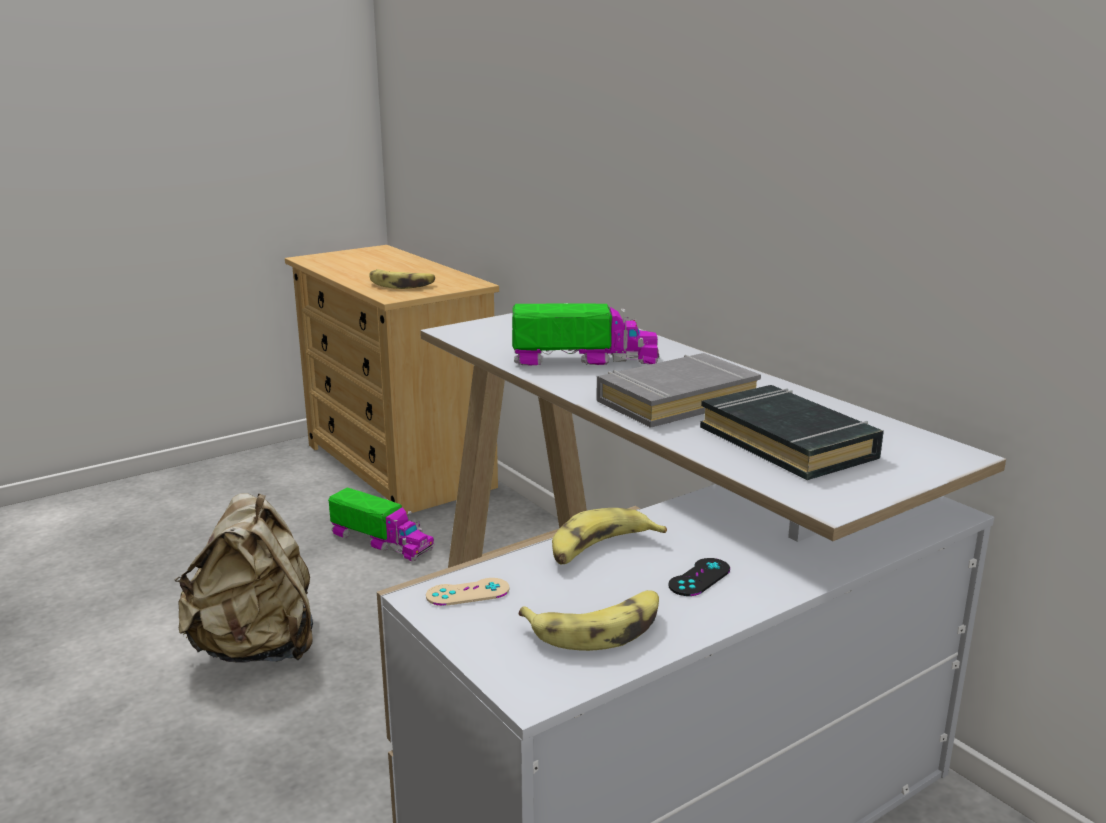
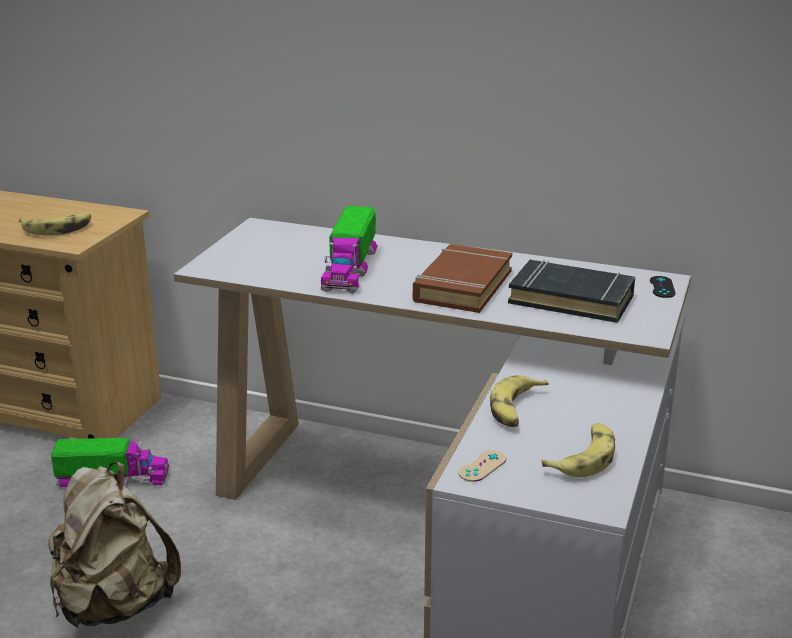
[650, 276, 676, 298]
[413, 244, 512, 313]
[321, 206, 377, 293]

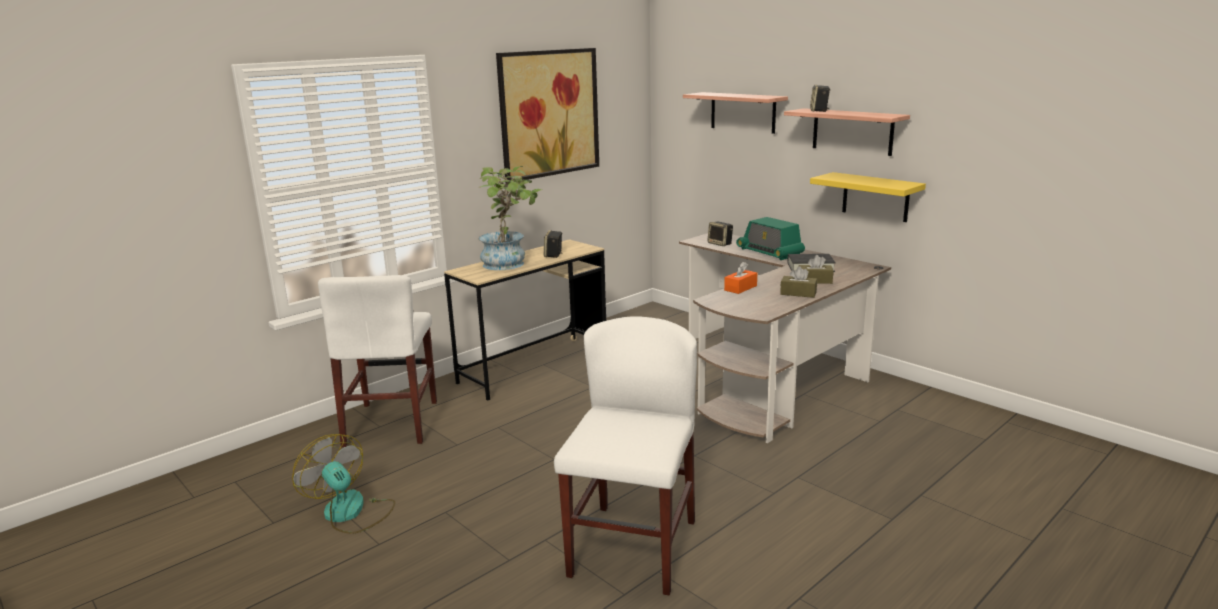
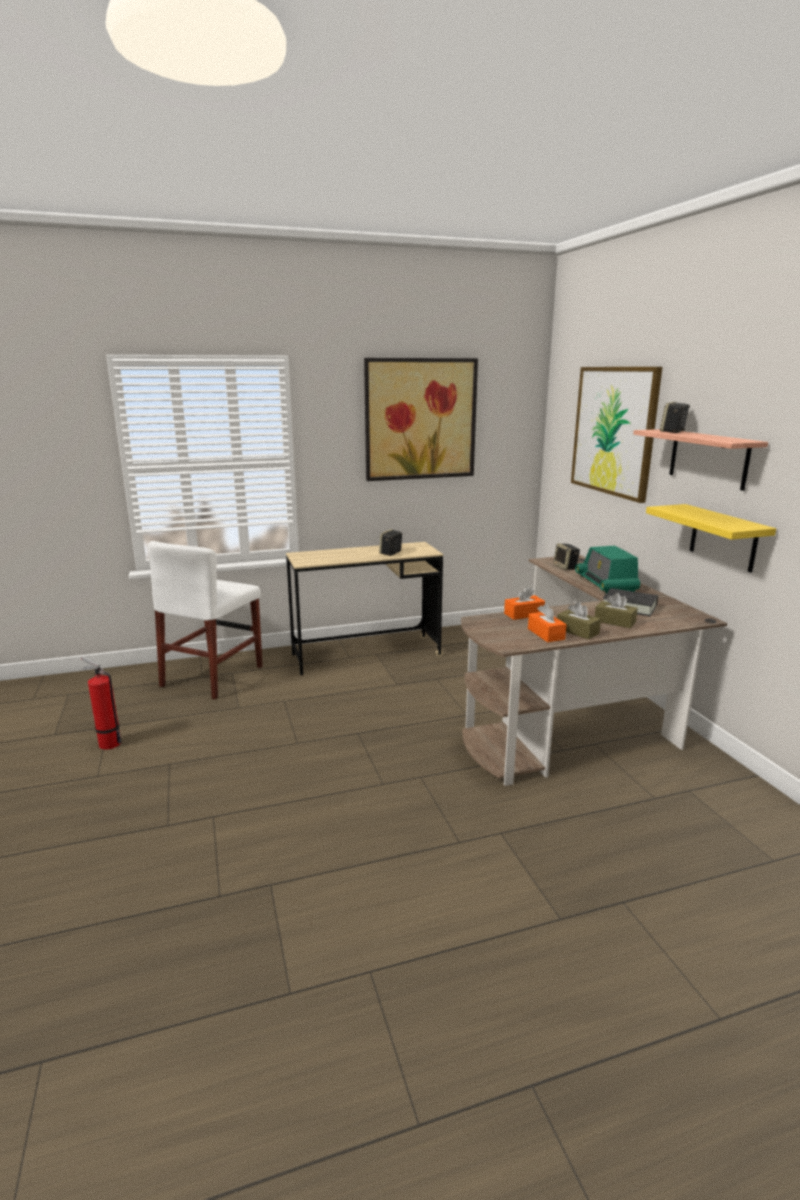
[479, 166, 542, 270] (first image)
[554, 316, 697, 595] (first image)
[528, 604, 567, 642]
[81, 656, 121, 750]
[571, 367, 662, 503]

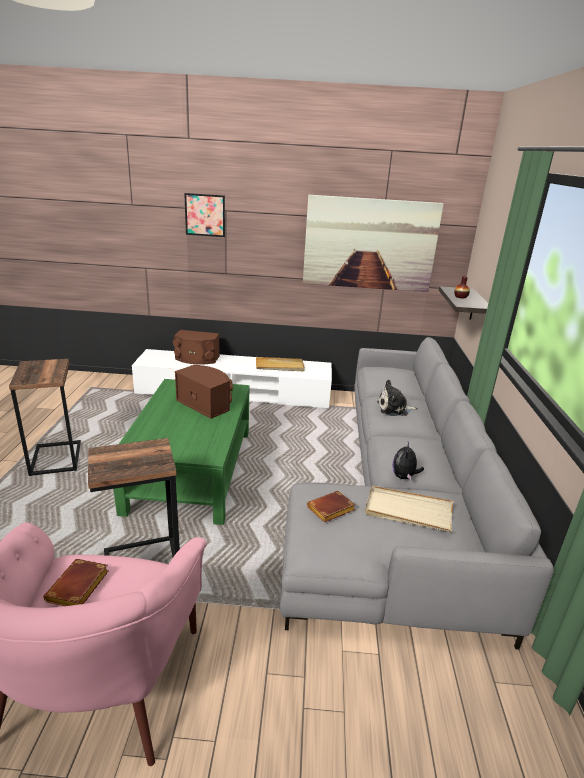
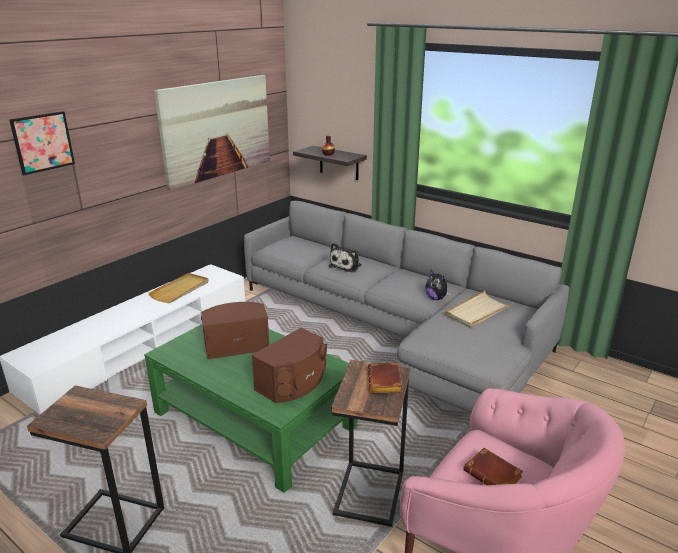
[251, 328, 327, 403]
[368, 362, 402, 394]

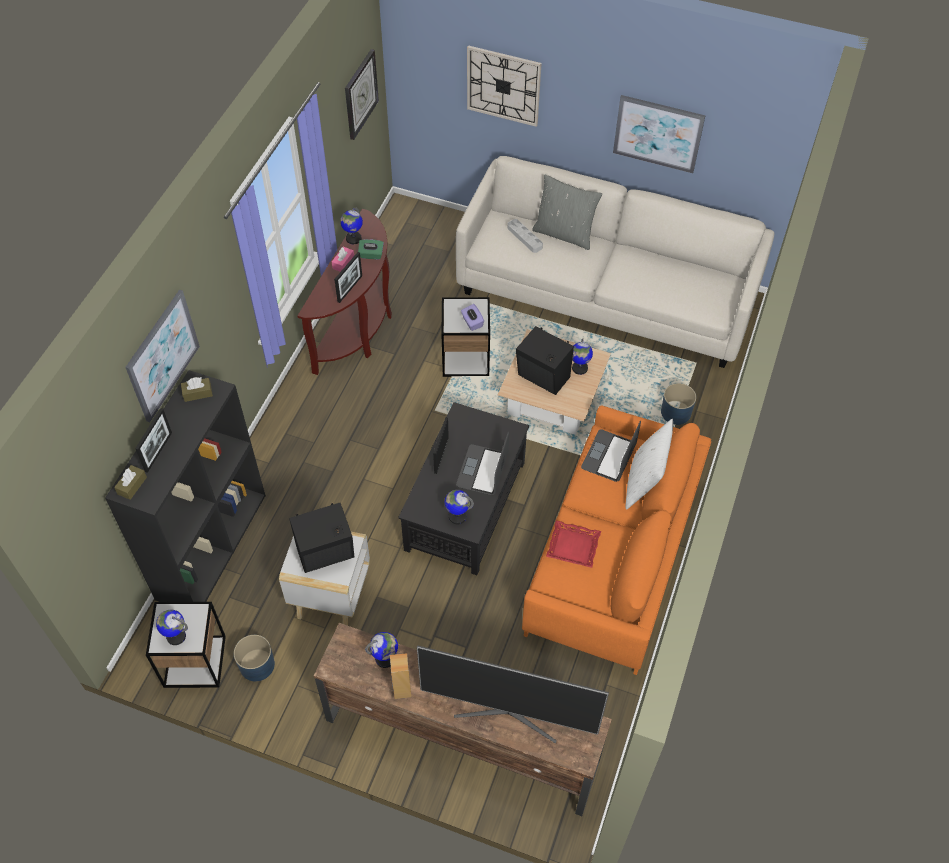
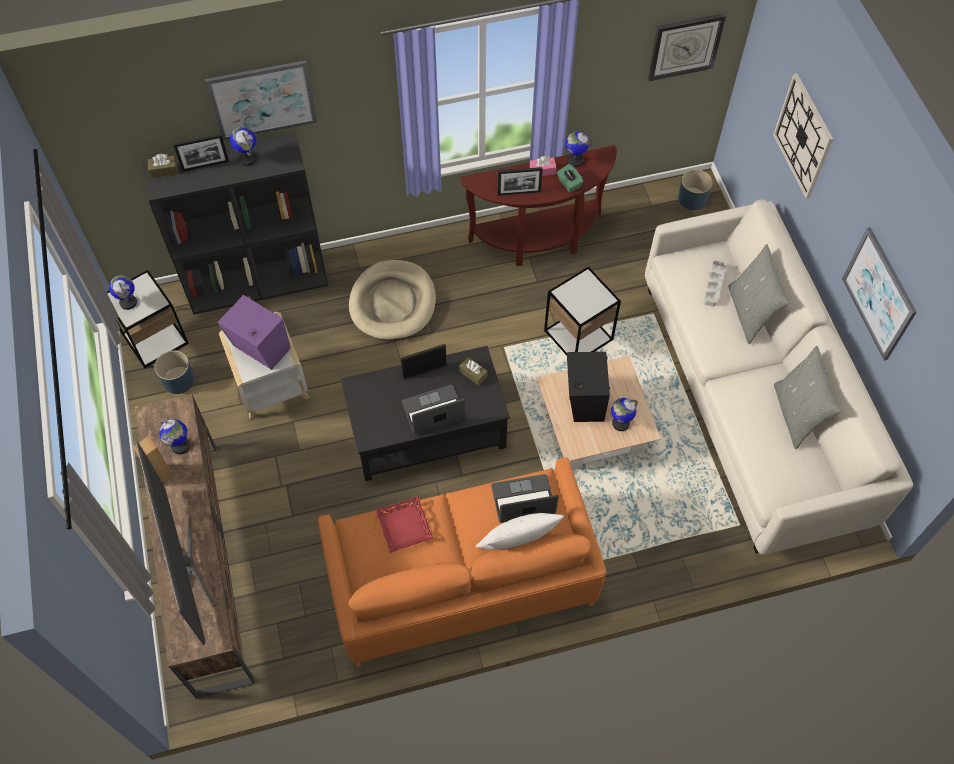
[461, 304, 484, 331] (first image)
[349, 260, 436, 341]
[774, 346, 841, 449]
[459, 357, 488, 386]
[230, 126, 257, 166]
[678, 169, 713, 210]
[218, 295, 291, 370]

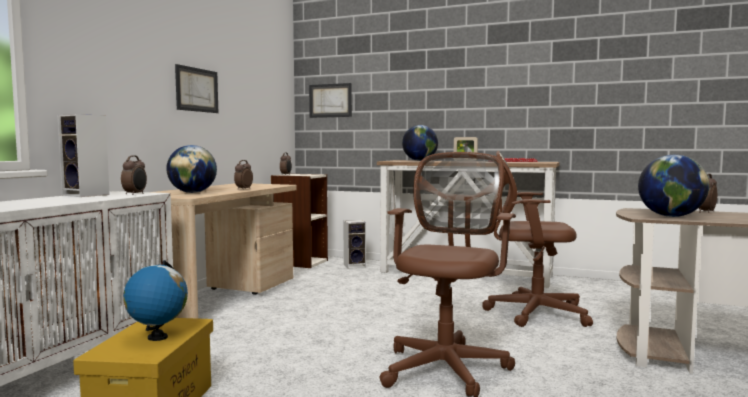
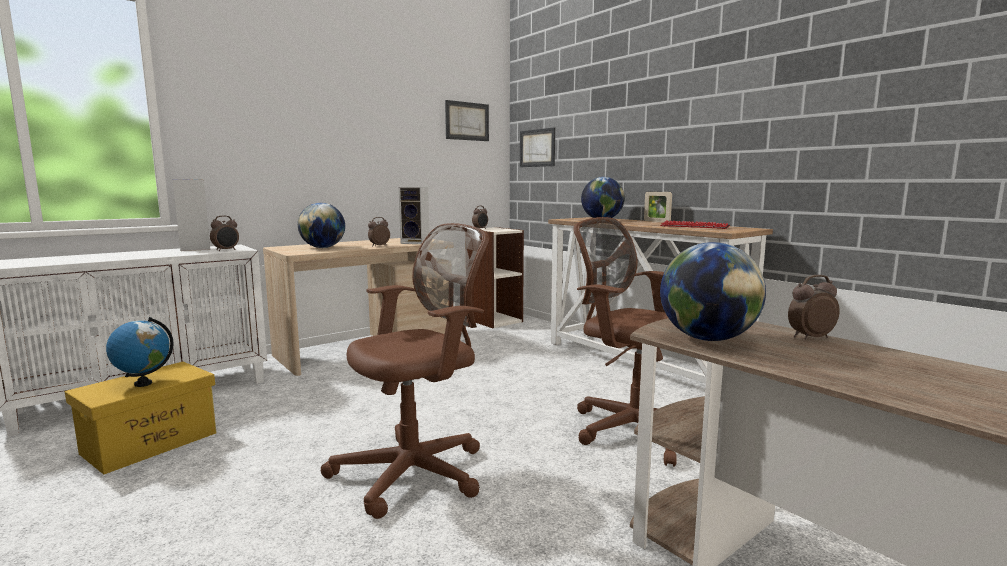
[445, 100, 489, 141]
[399, 187, 429, 244]

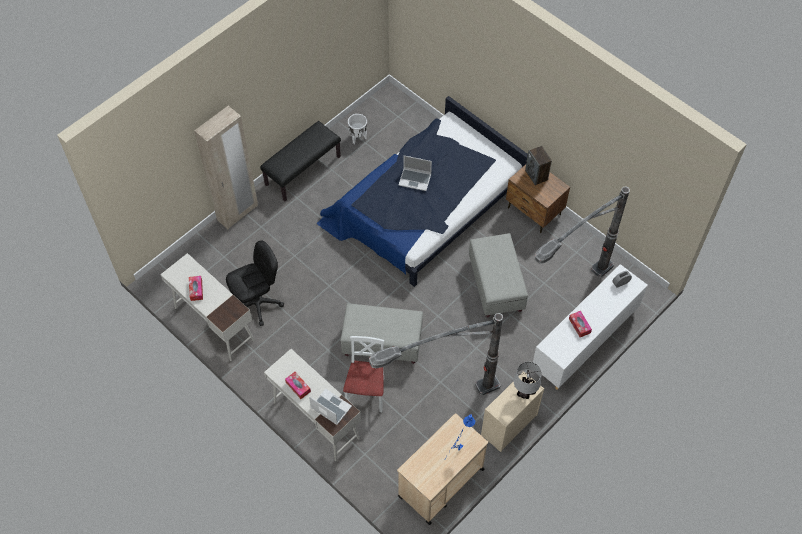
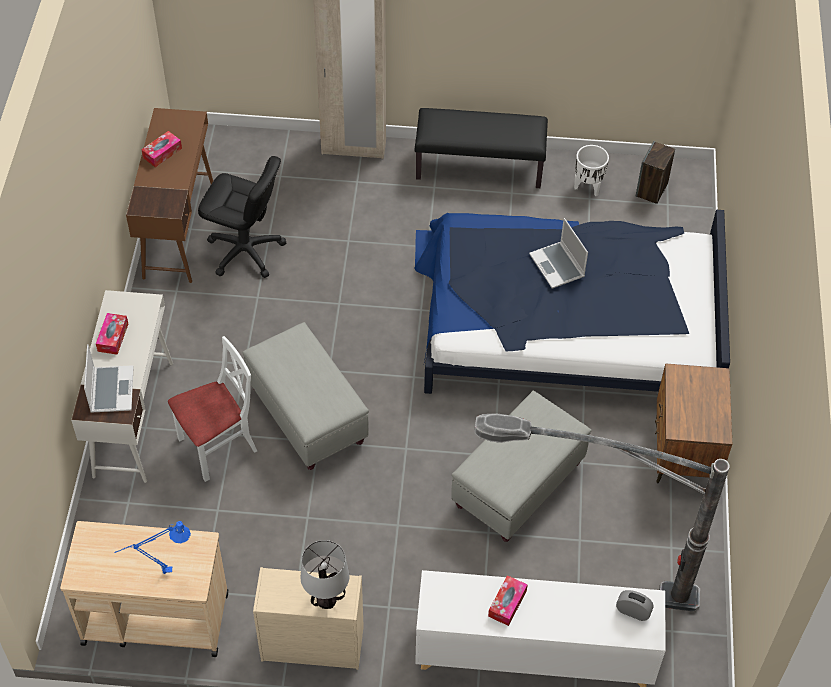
[369, 313, 503, 395] (first image)
[635, 141, 675, 204]
[126, 108, 213, 283]

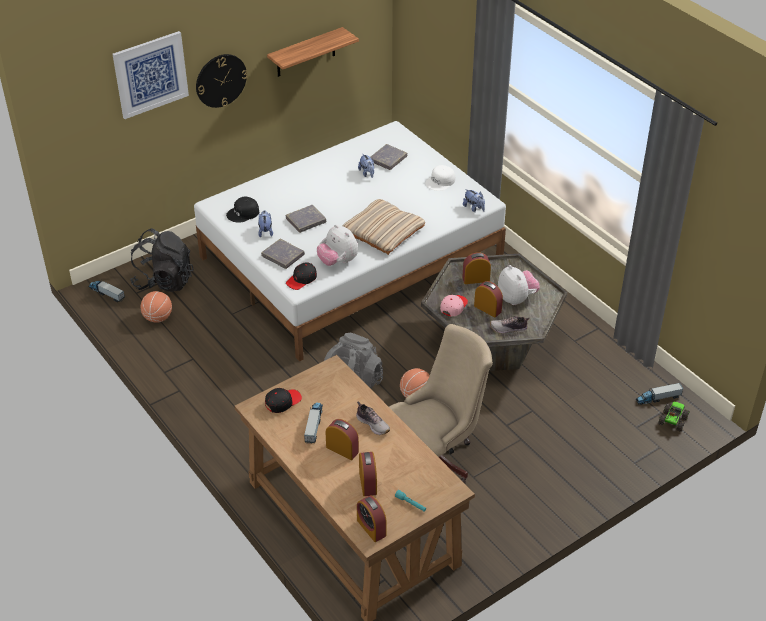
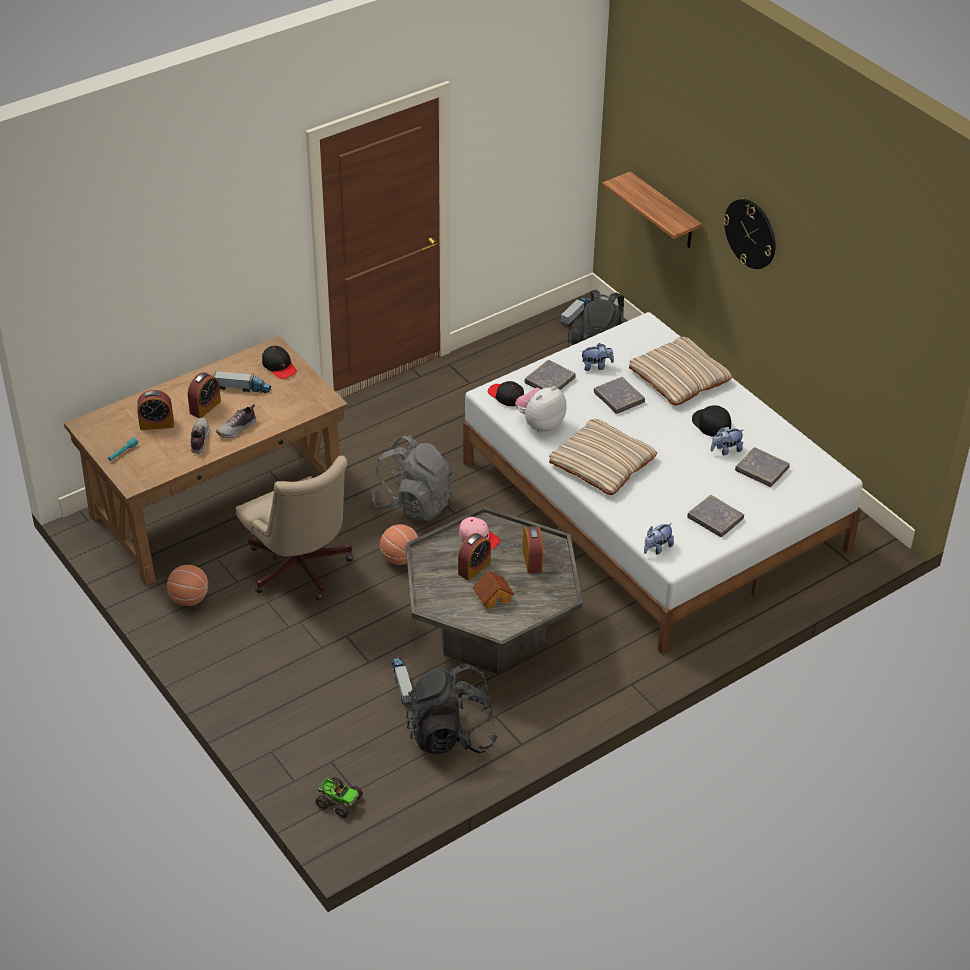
[113, 31, 189, 119] (first image)
[357, 495, 387, 542] (first image)
[406, 664, 498, 754]
[629, 337, 733, 406]
[167, 565, 208, 606]
[692, 405, 731, 437]
[602, 171, 702, 248]
[191, 417, 210, 454]
[391, 658, 412, 705]
[687, 495, 744, 537]
[472, 570, 515, 610]

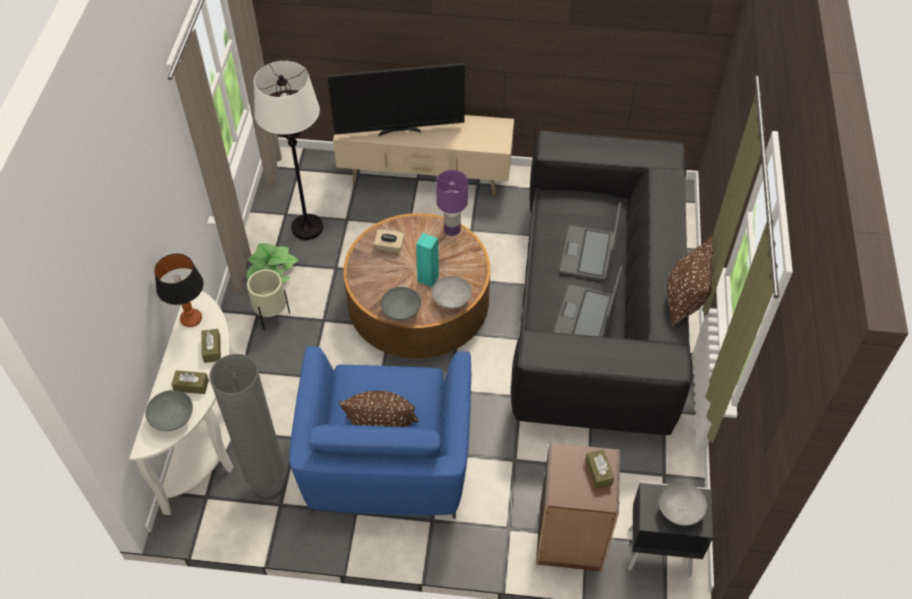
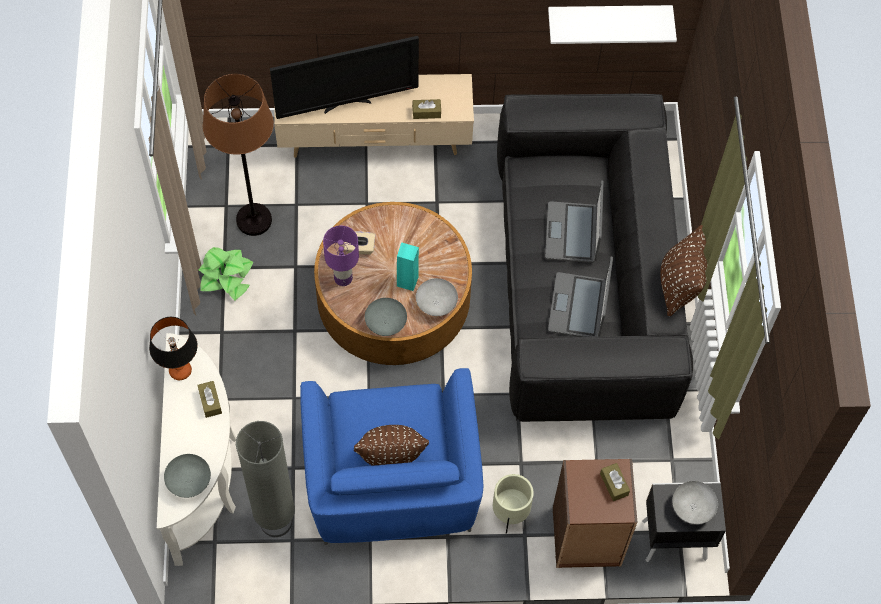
[548, 5, 677, 44]
[412, 99, 441, 119]
[493, 474, 534, 534]
[323, 226, 359, 286]
[203, 74, 274, 236]

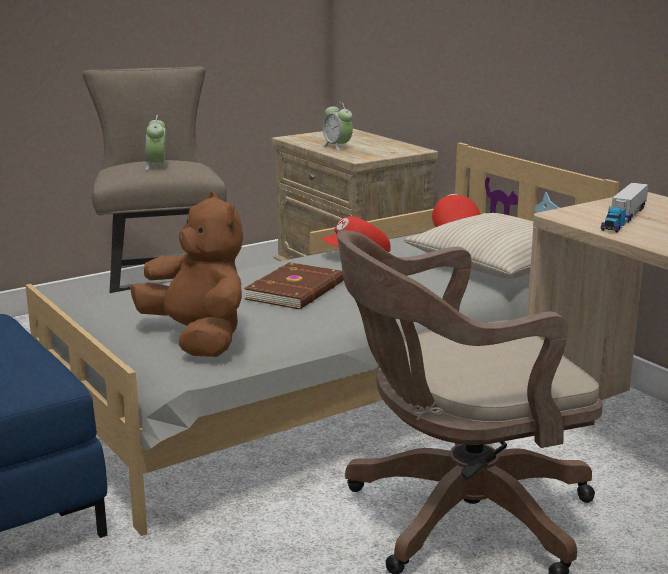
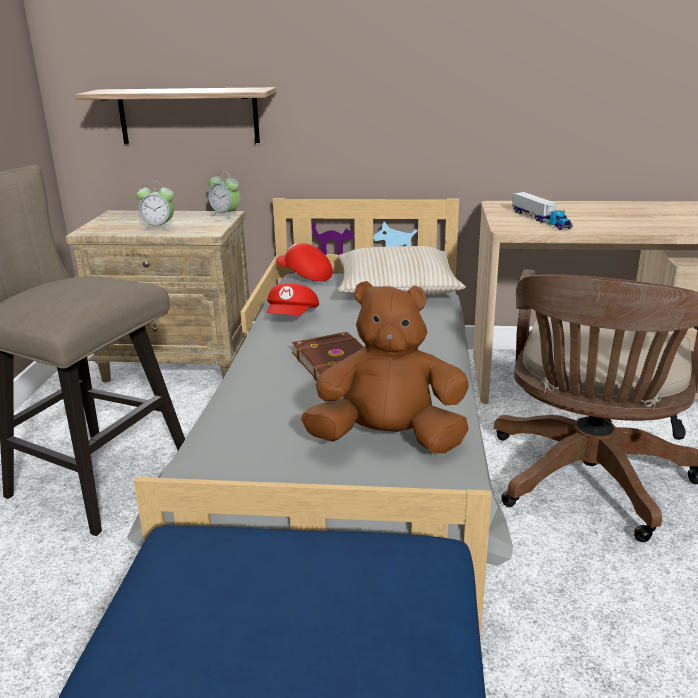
[75, 87, 276, 144]
[208, 171, 240, 219]

